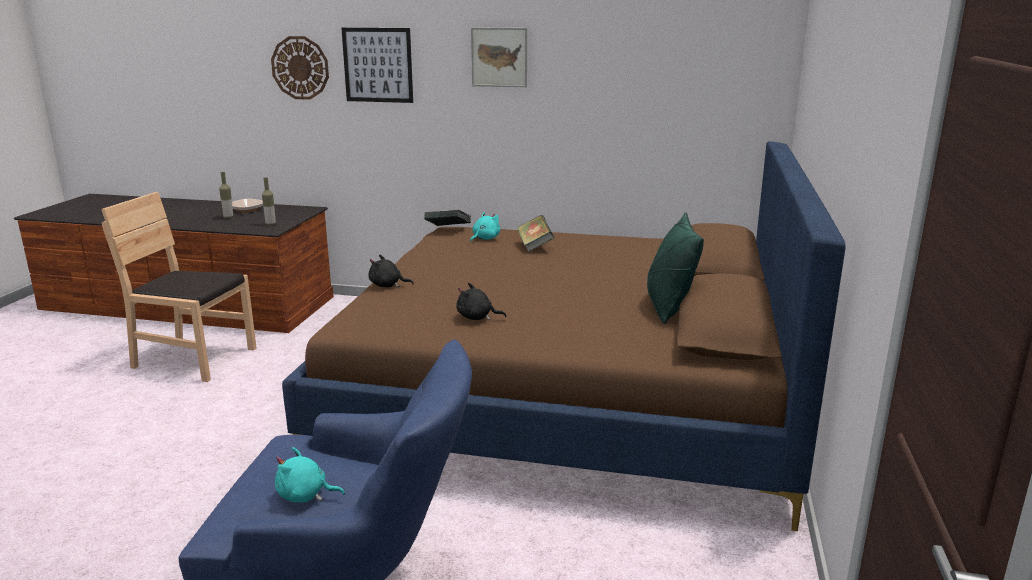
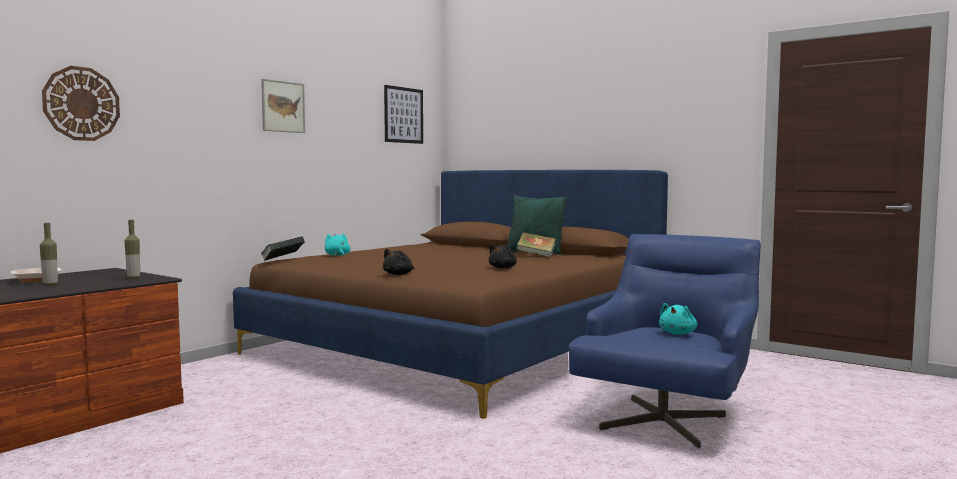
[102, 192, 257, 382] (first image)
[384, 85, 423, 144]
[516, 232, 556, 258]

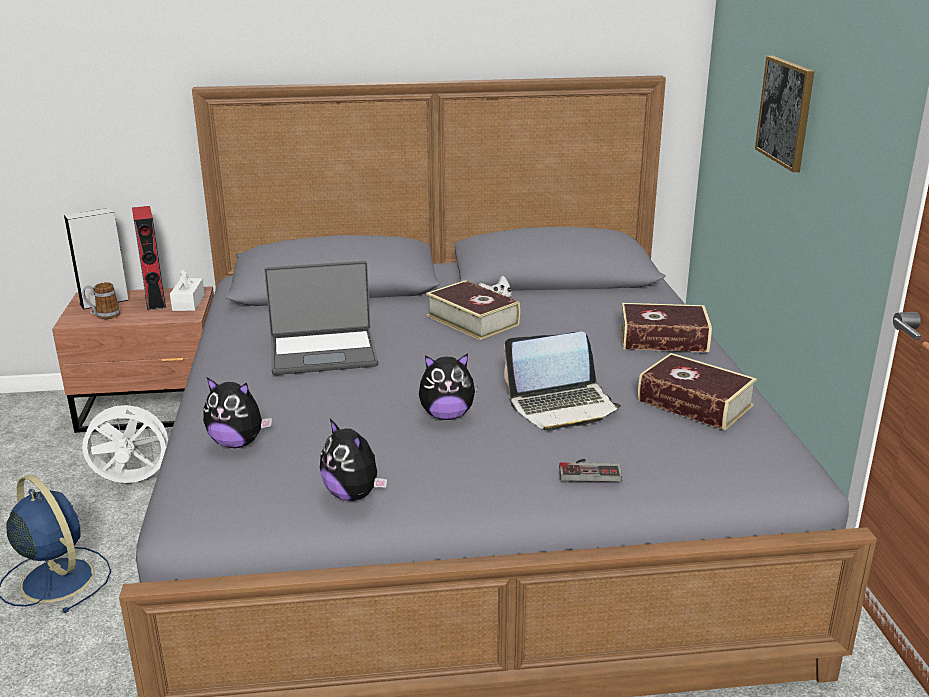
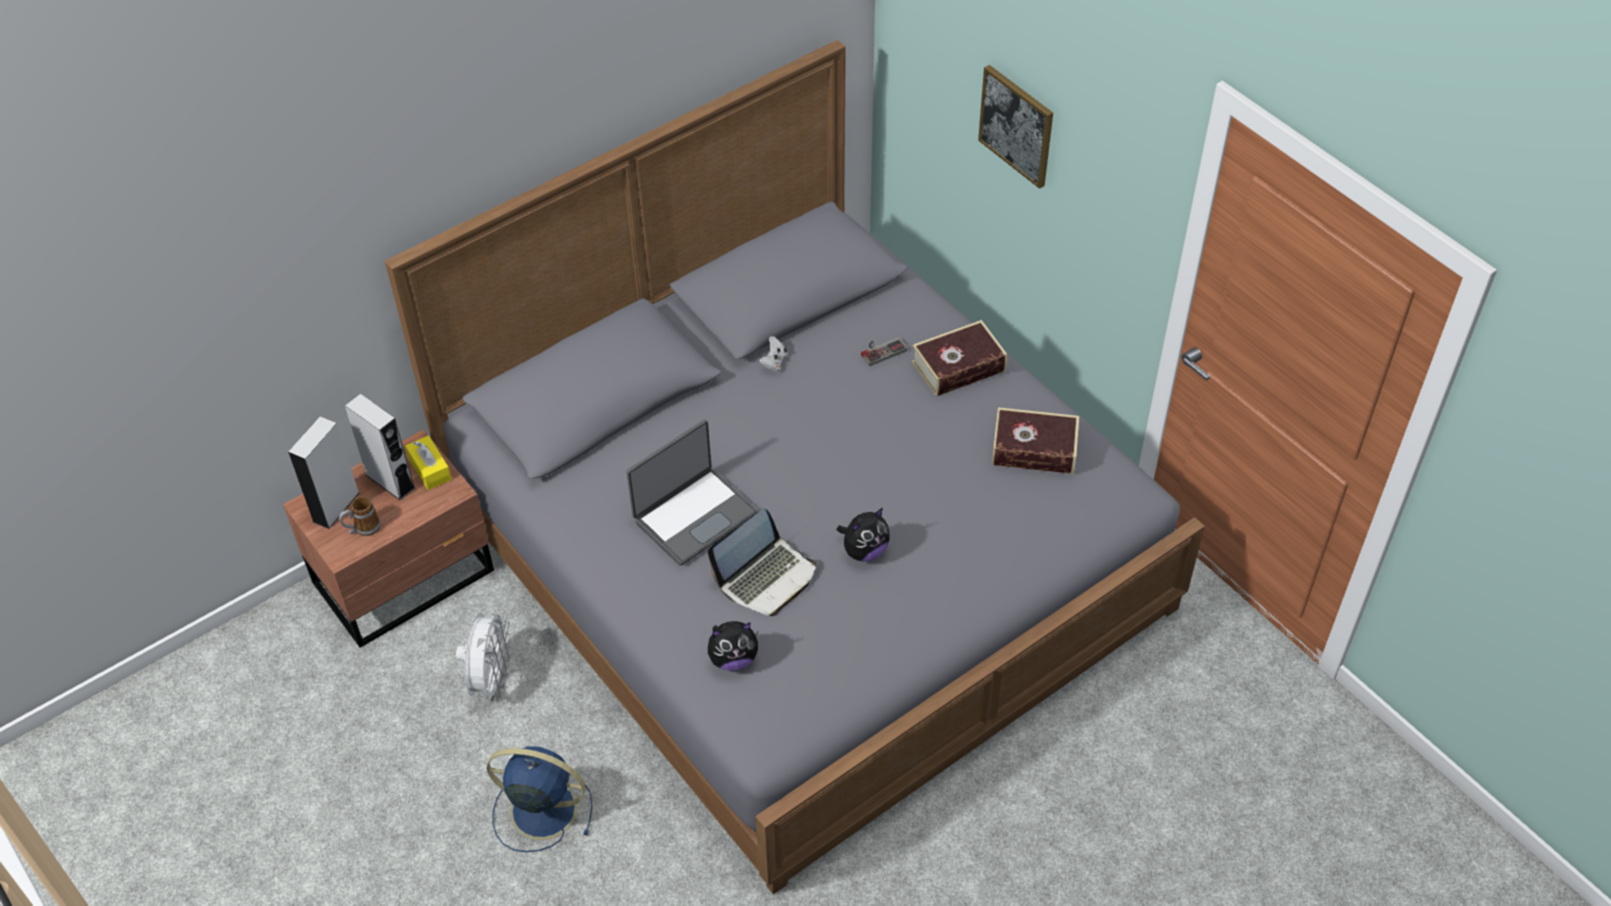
[320, 419, 387, 501] (first image)
[426, 280, 520, 340] (first image)
[708, 509, 817, 616]
[861, 337, 907, 366]
[345, 394, 415, 501]
[405, 435, 452, 490]
[456, 608, 511, 704]

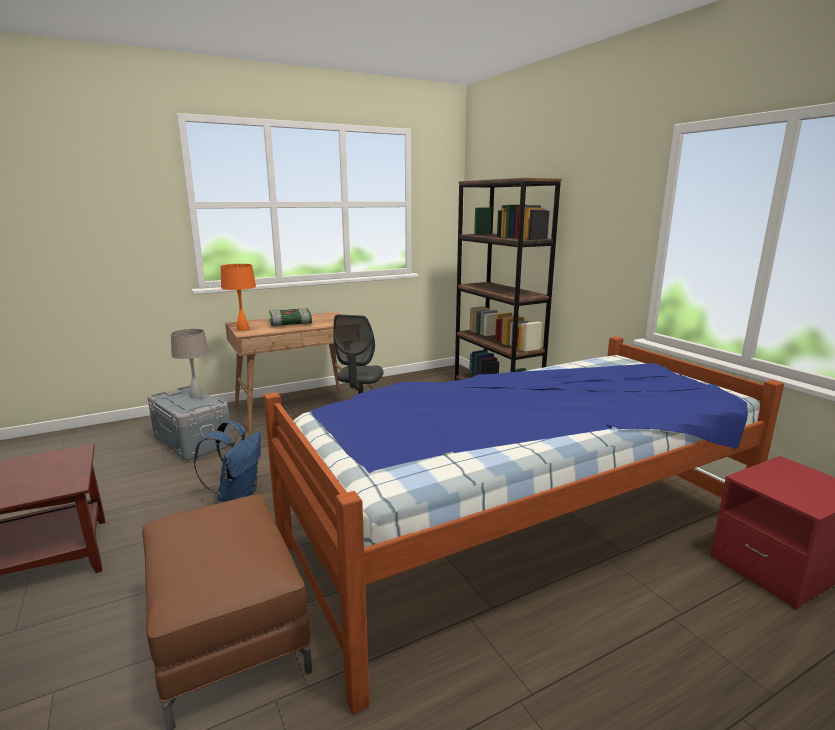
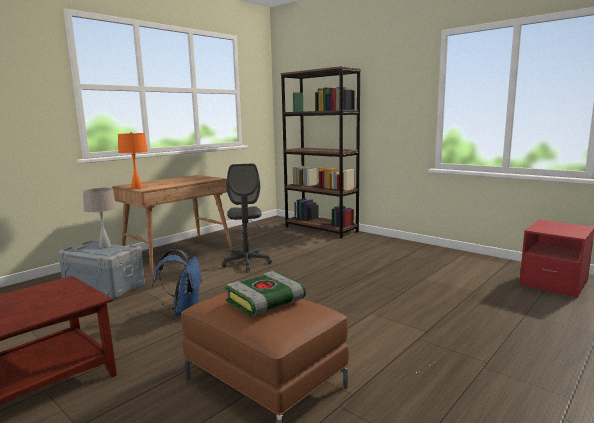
[263, 336, 784, 714] (first image)
[225, 271, 306, 316]

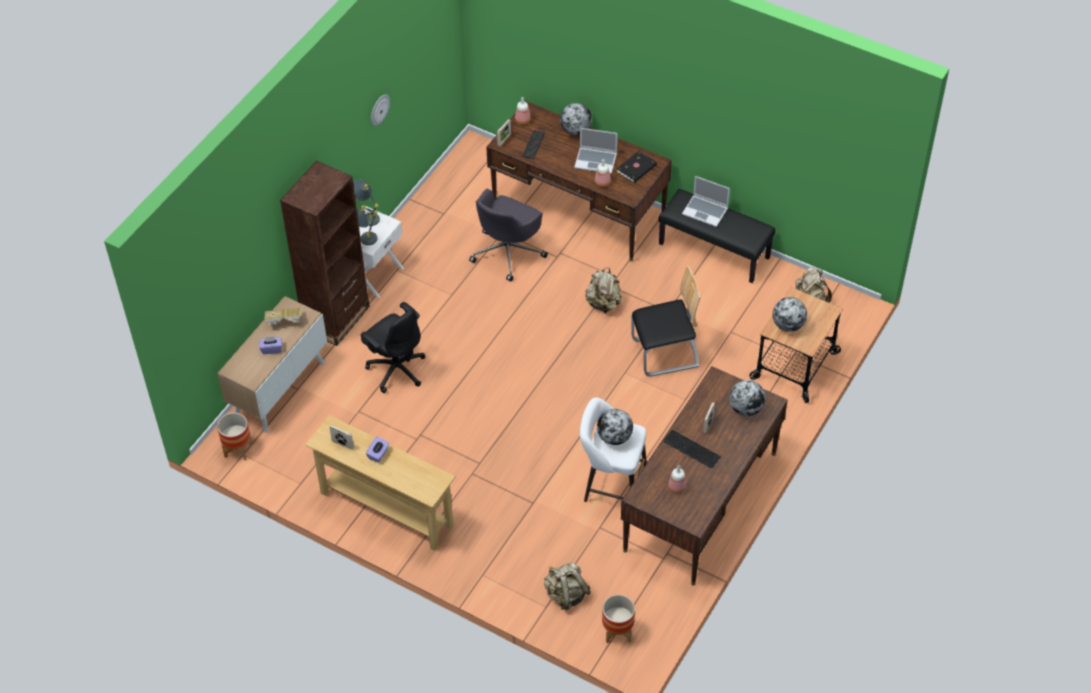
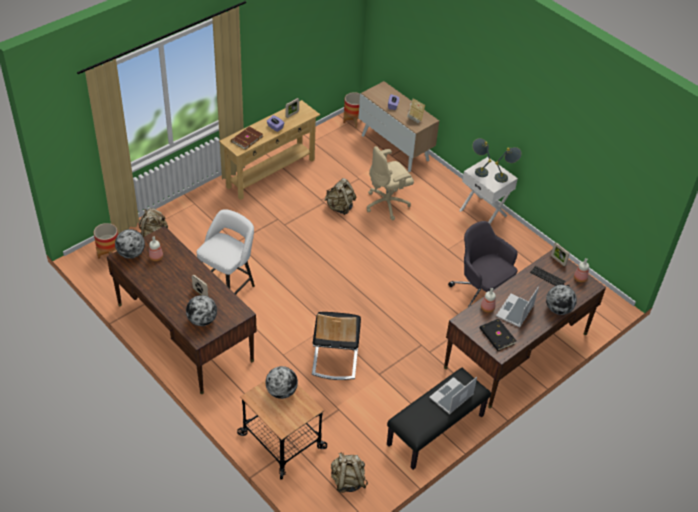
[280, 161, 370, 346] (first image)
[371, 94, 390, 126] (first image)
[663, 430, 721, 468] (first image)
[231, 126, 263, 150]
[324, 178, 357, 215]
[115, 229, 145, 259]
[367, 146, 414, 220]

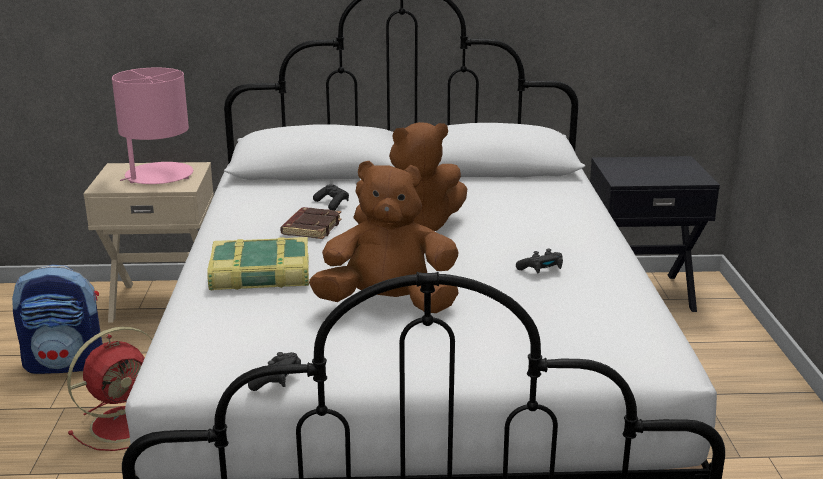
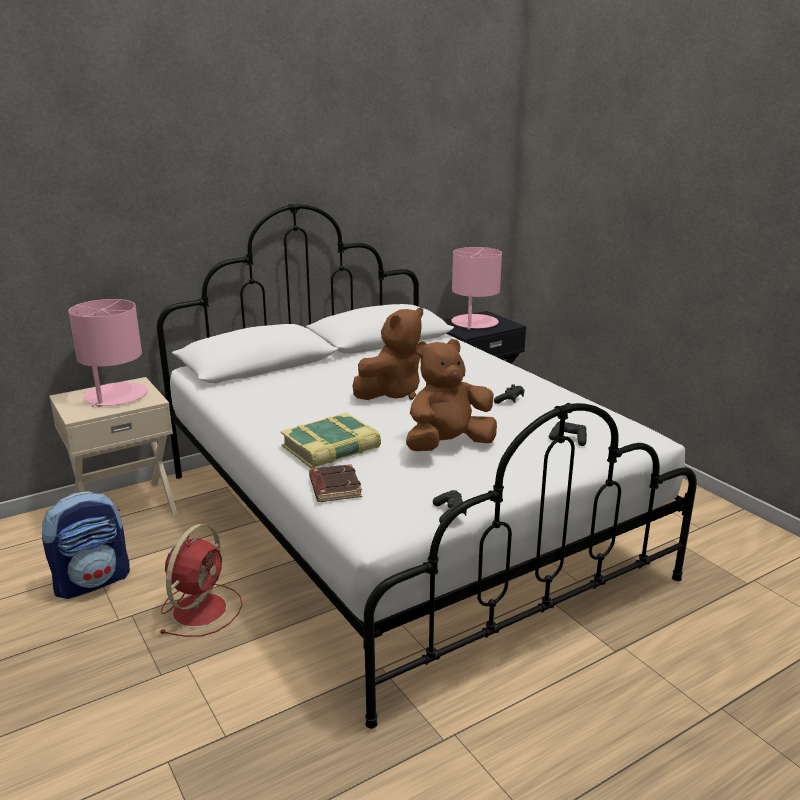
[451, 247, 502, 330]
[309, 464, 362, 502]
[549, 421, 587, 446]

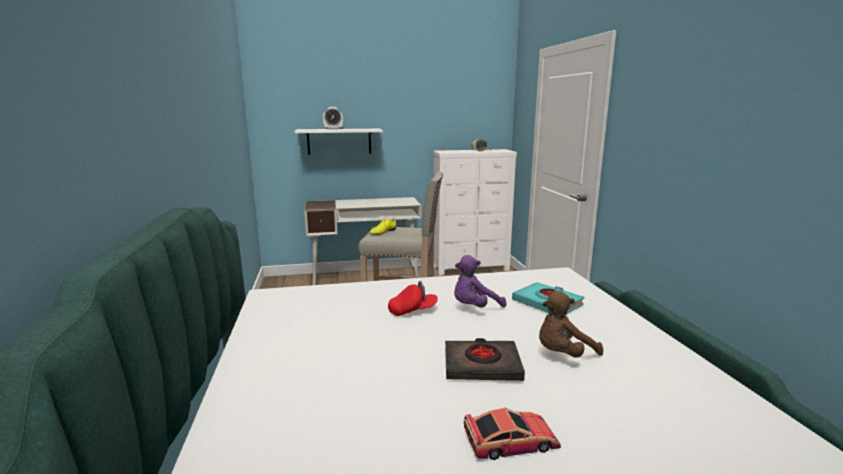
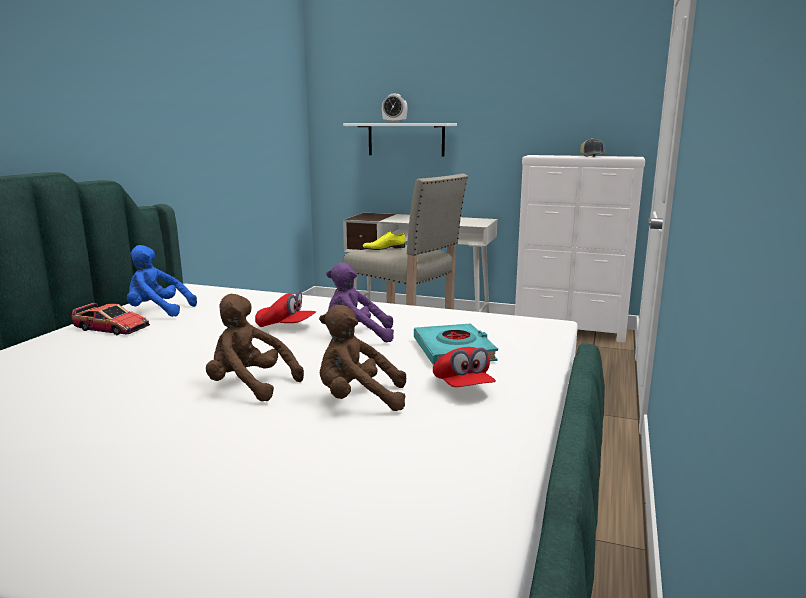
[127, 245, 197, 317]
[433, 347, 496, 387]
[71, 303, 150, 335]
[206, 294, 304, 401]

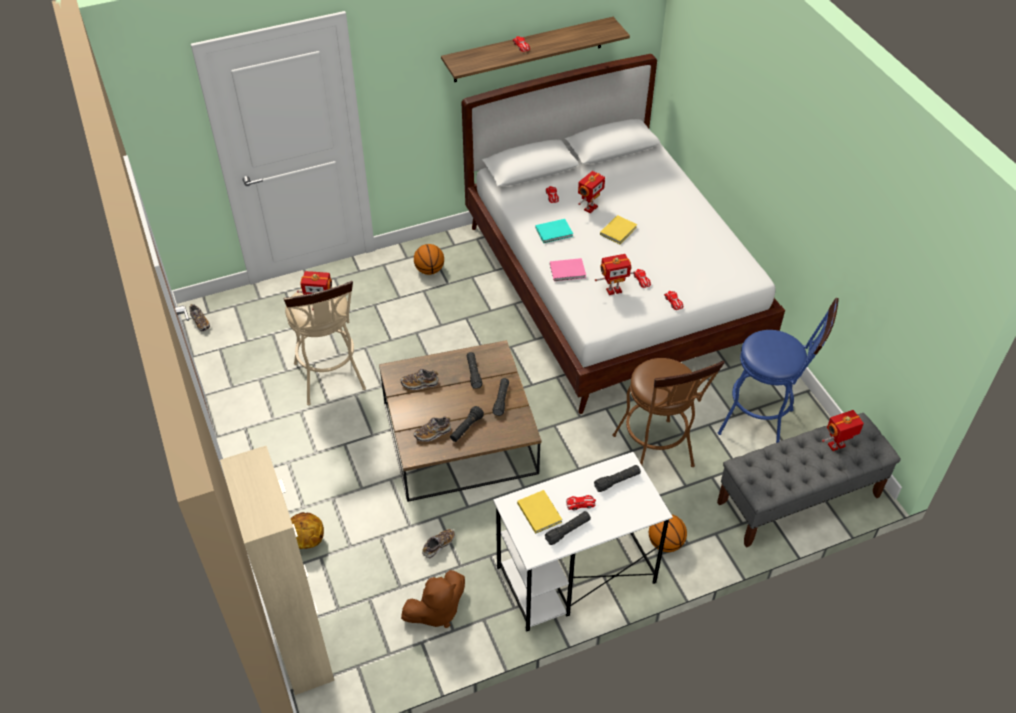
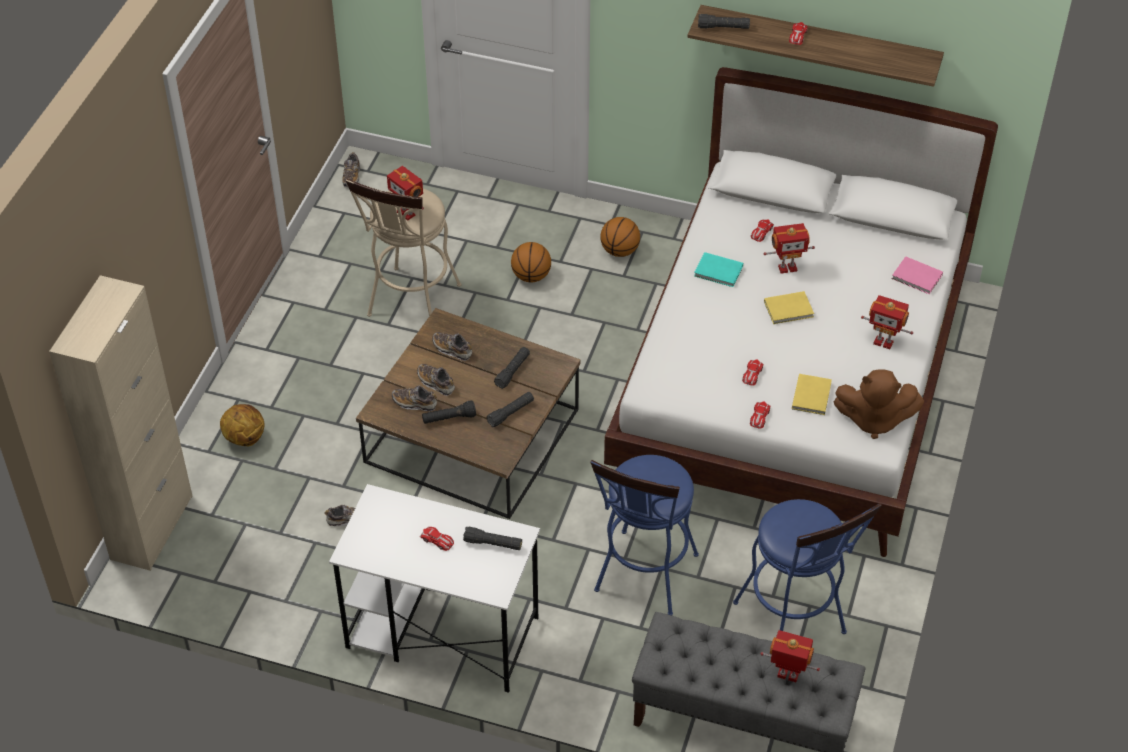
[417, 364, 455, 396]
[834, 369, 924, 439]
[792, 374, 832, 415]
[698, 14, 750, 29]
[892, 256, 943, 294]
[861, 295, 913, 349]
[511, 242, 551, 282]
[590, 455, 699, 615]

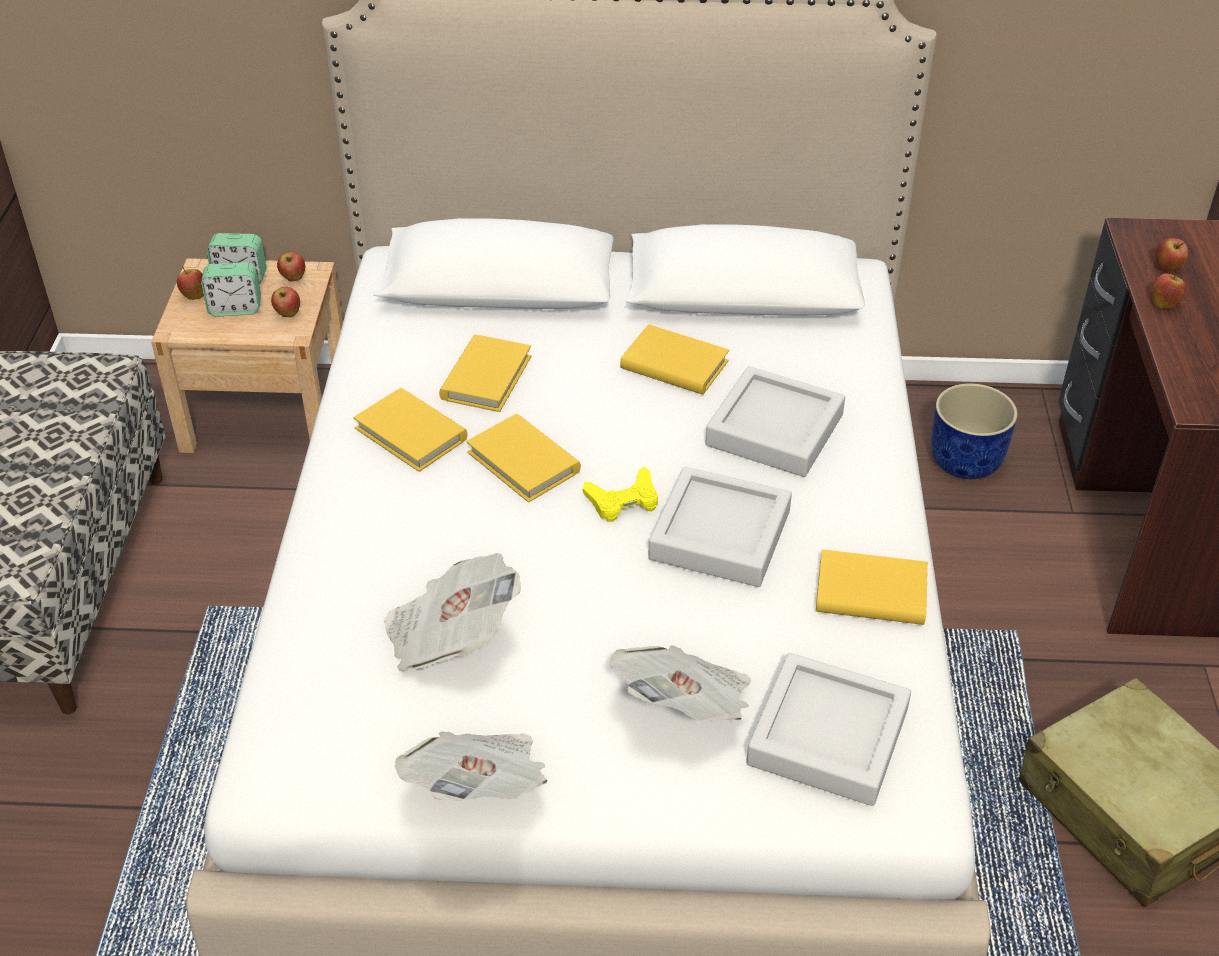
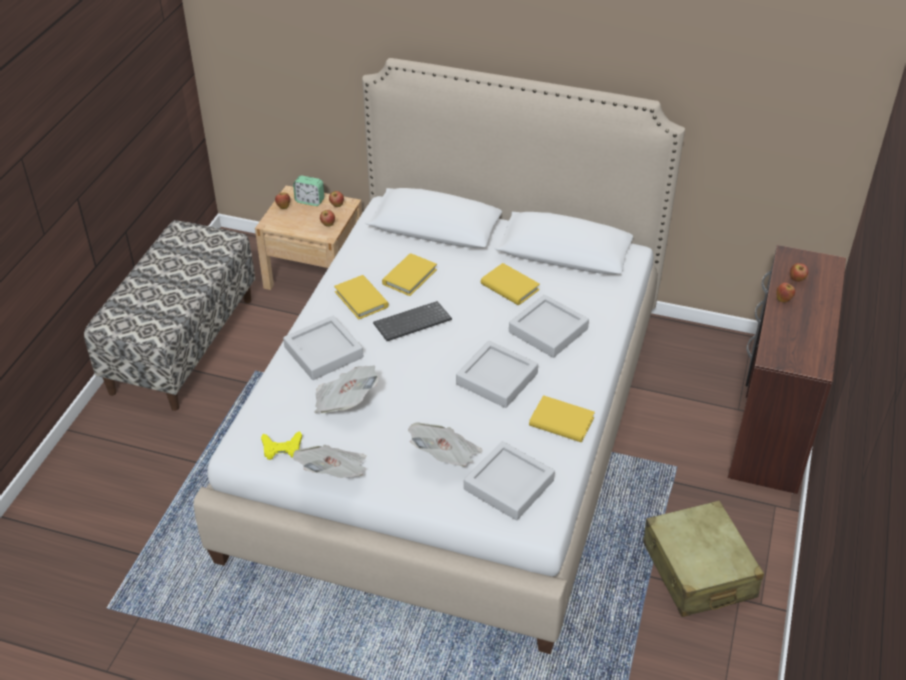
[201, 262, 261, 317] (first image)
[931, 383, 1018, 479] (first image)
[283, 316, 364, 380]
[261, 431, 302, 460]
[373, 301, 452, 341]

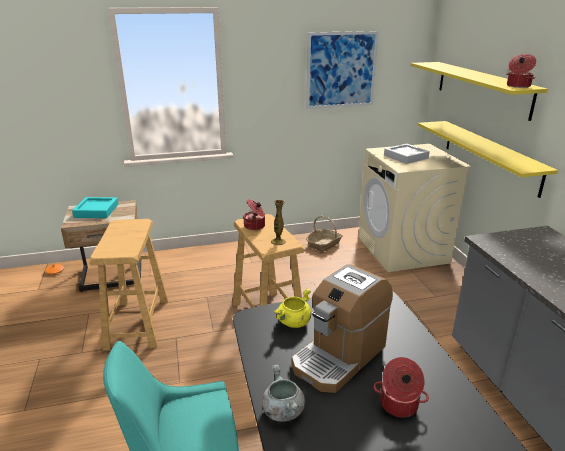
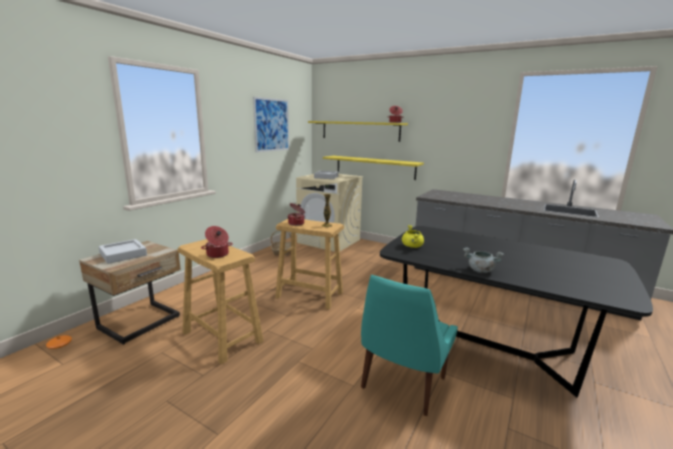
[292, 264, 393, 393] (first image)
[201, 226, 233, 258]
[99, 239, 147, 264]

